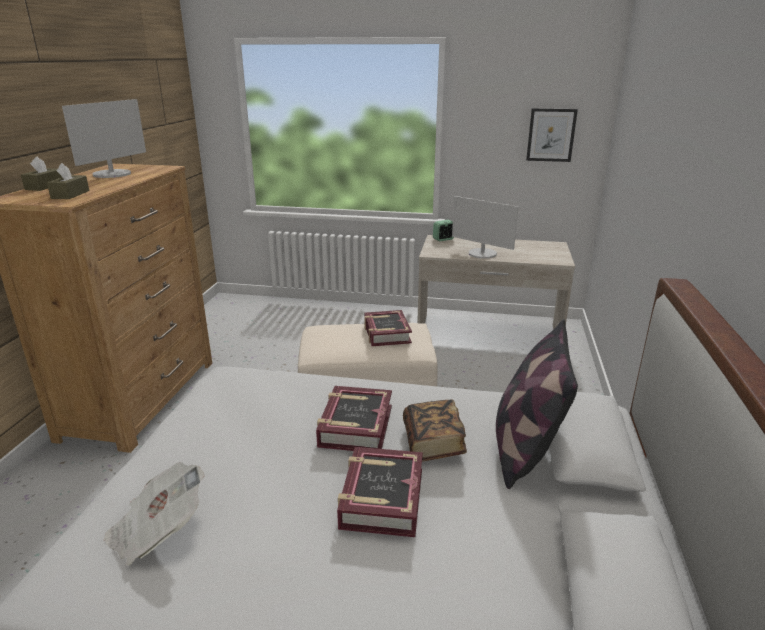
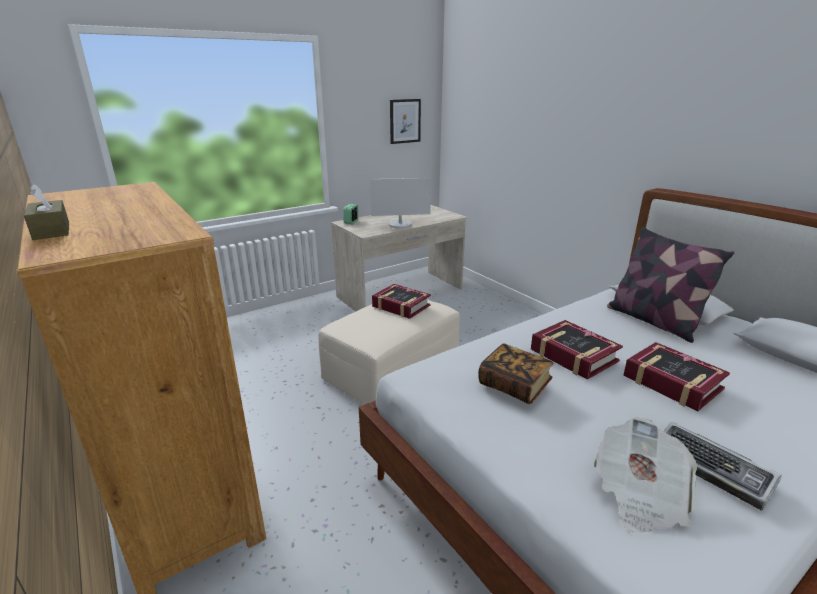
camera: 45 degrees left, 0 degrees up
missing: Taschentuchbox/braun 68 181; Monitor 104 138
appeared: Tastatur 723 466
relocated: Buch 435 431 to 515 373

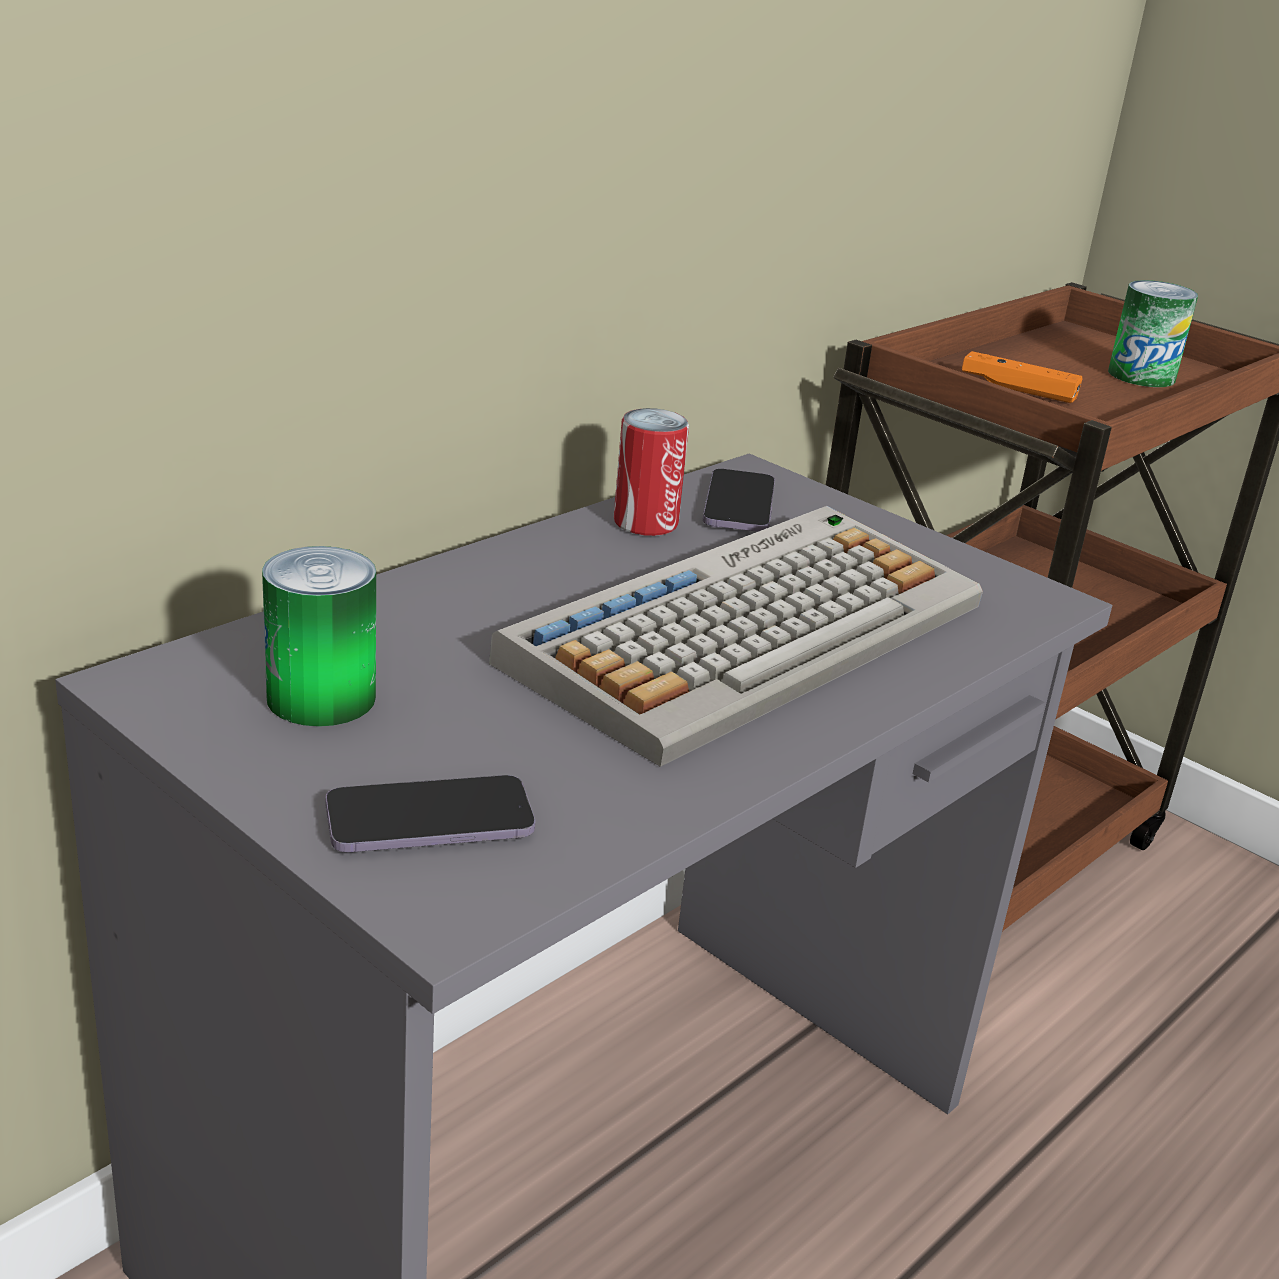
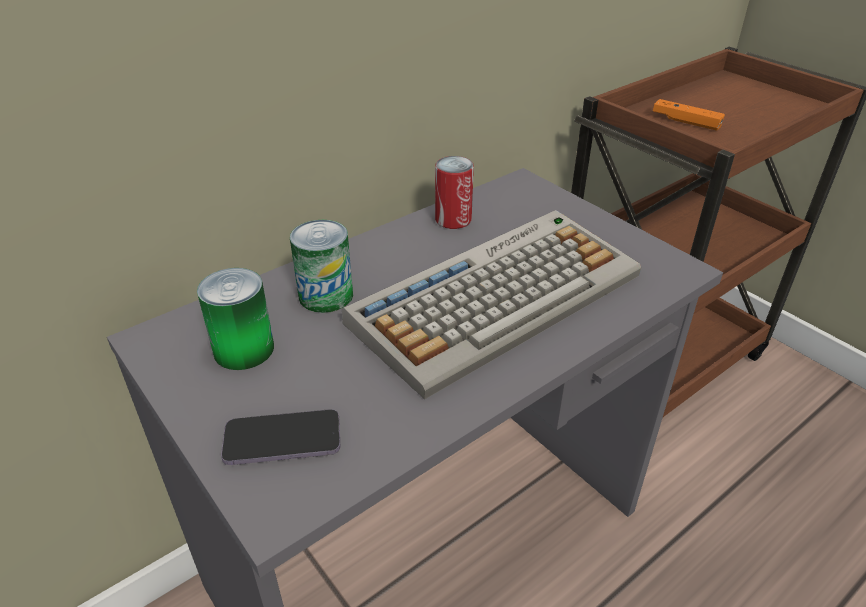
camera: 10 degrees right, 10 degrees up
missing: Handy 739 500
relocated: Dose 1153 333 to 321 266

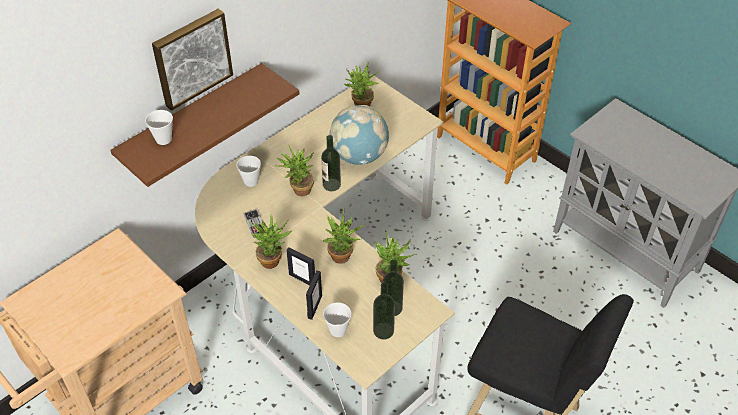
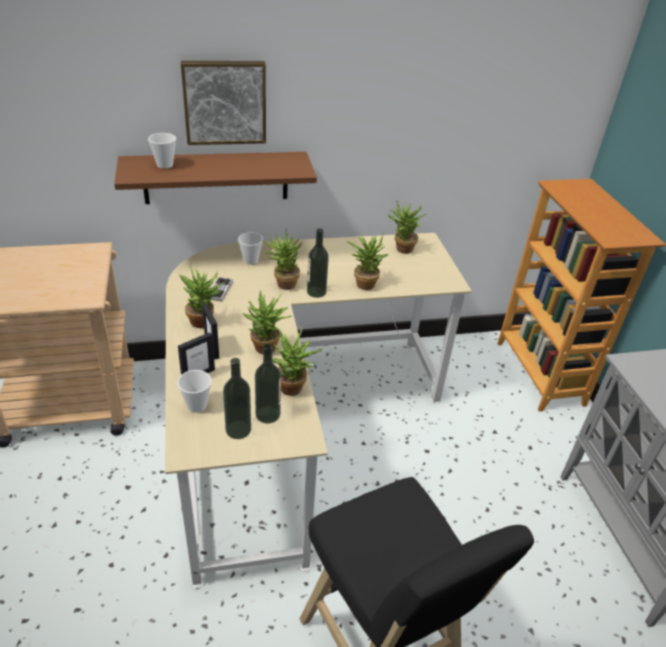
camera: 30 degrees right, 10 degrees down
exchanged: Globus 359 135 to Topfpflanze 367 261

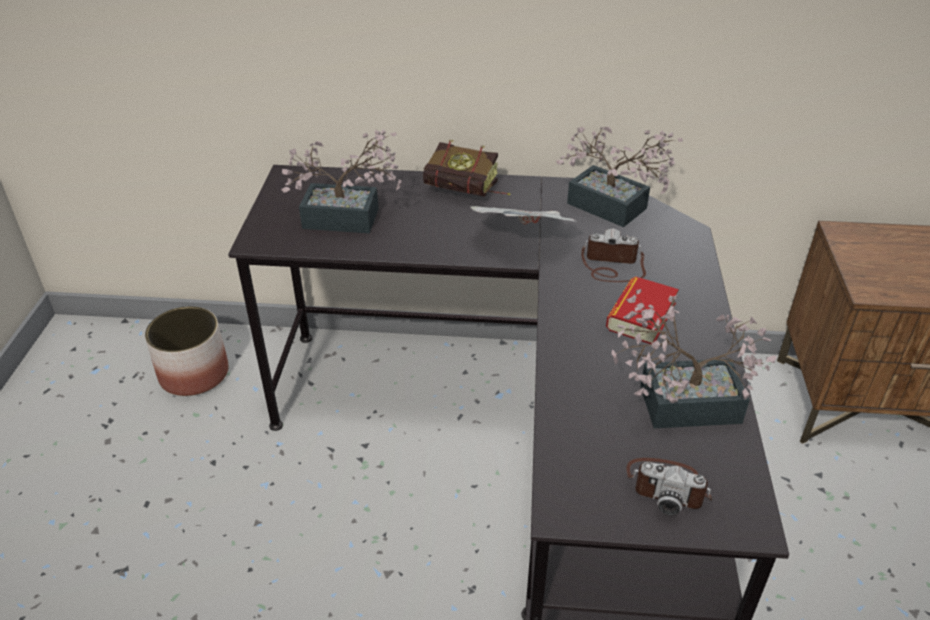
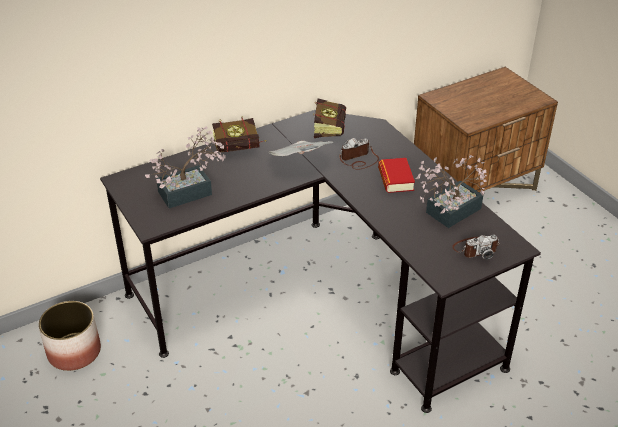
camera: 35 degrees left, 0 degrees up
exchanged: Topfpflanze 619 177 to Buch 329 118

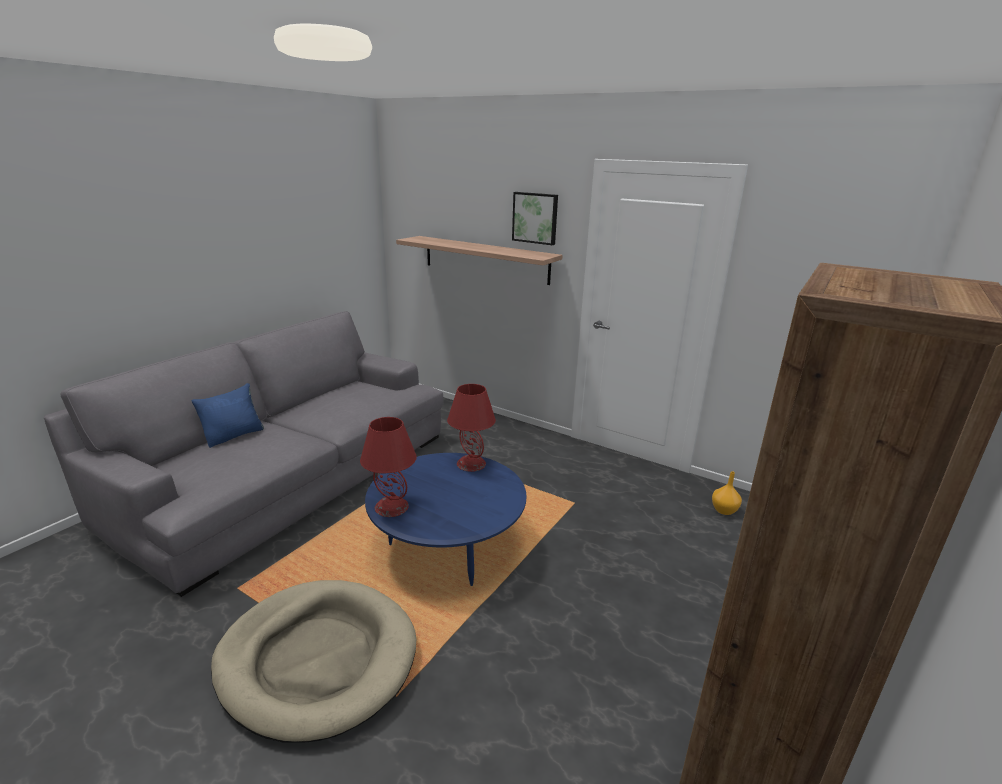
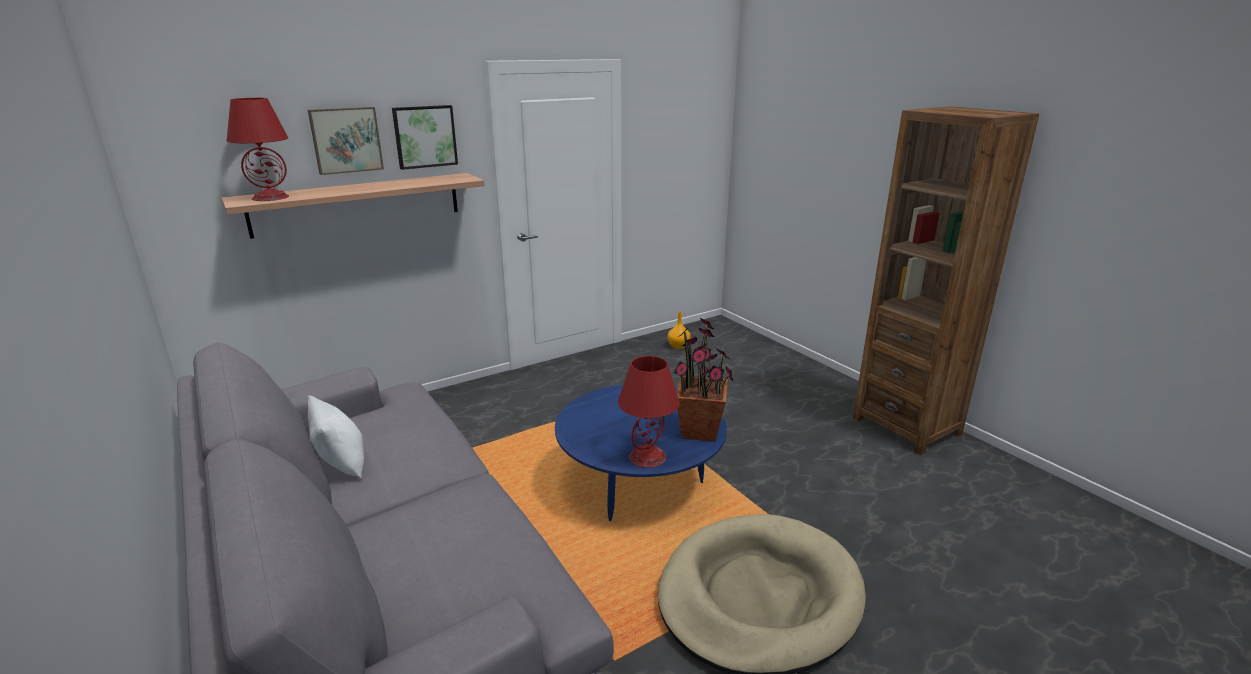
camera: 65 degrees left, 0 degrees up
missing: Kissen/blau 228 415
appeared: Bild 346 141; Kissen/weiß 336 436; Topfpflanze 703 380
relocated: Tischlampe/rot 471 428 to 258 149

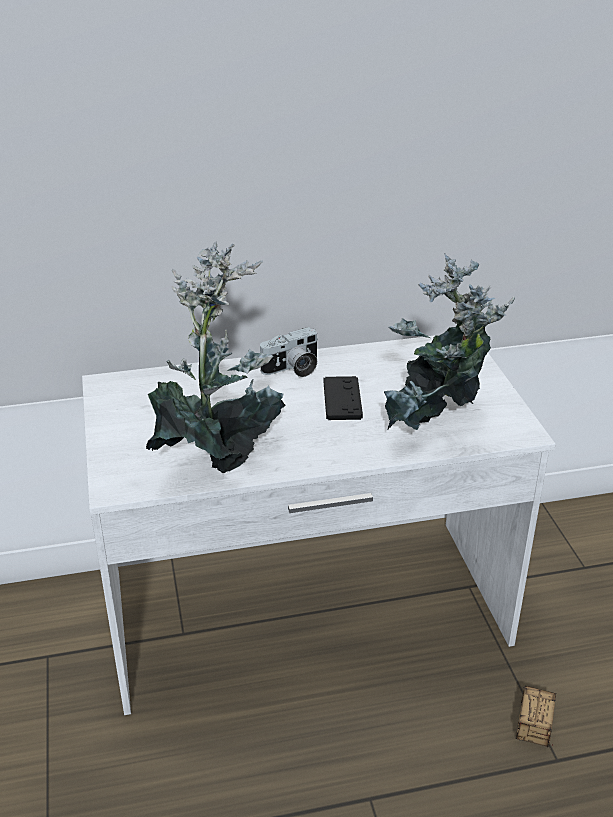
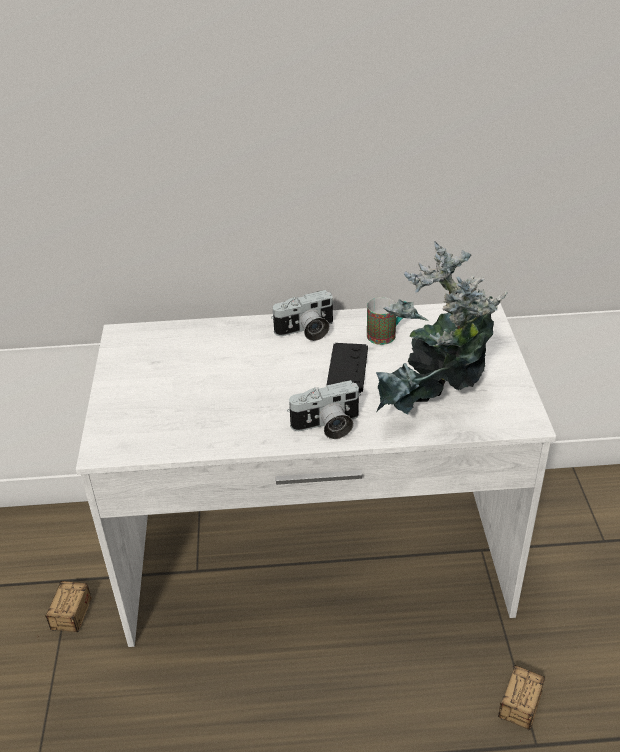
camera: 10 degrees right, 5 degrees up
missing: Topfpflanze 216 357
appeared: Aufbewahrungsbox 65 608; Kamera 324 409; Henkelbecher 386 321

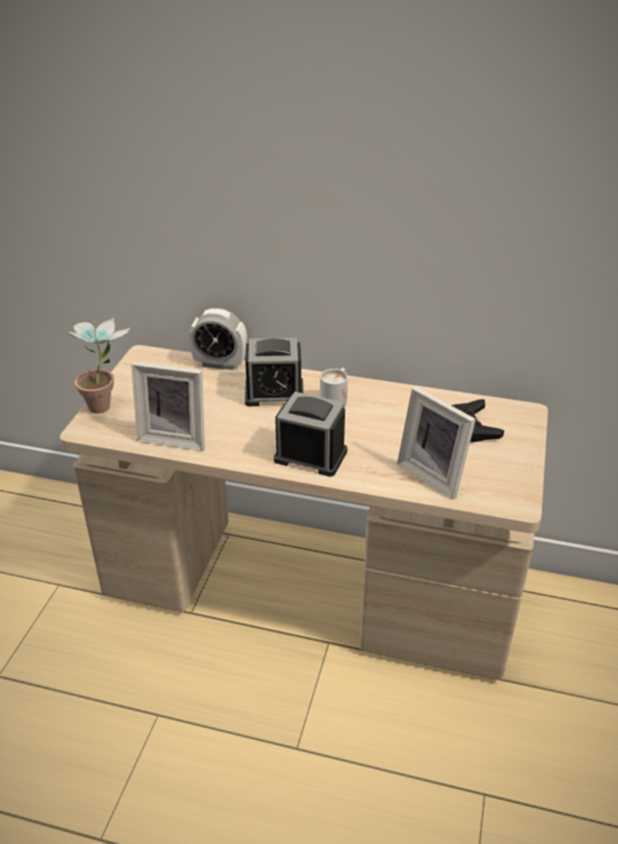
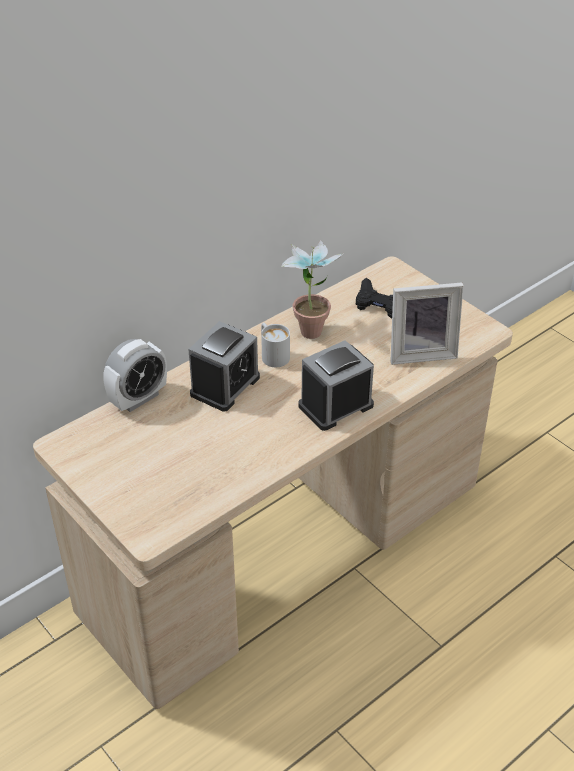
camera: 55 degrees left, 5 degrees up
missing: Bilderrahmen 168 406
relocated: Topfpflanze 99 366 to 312 289

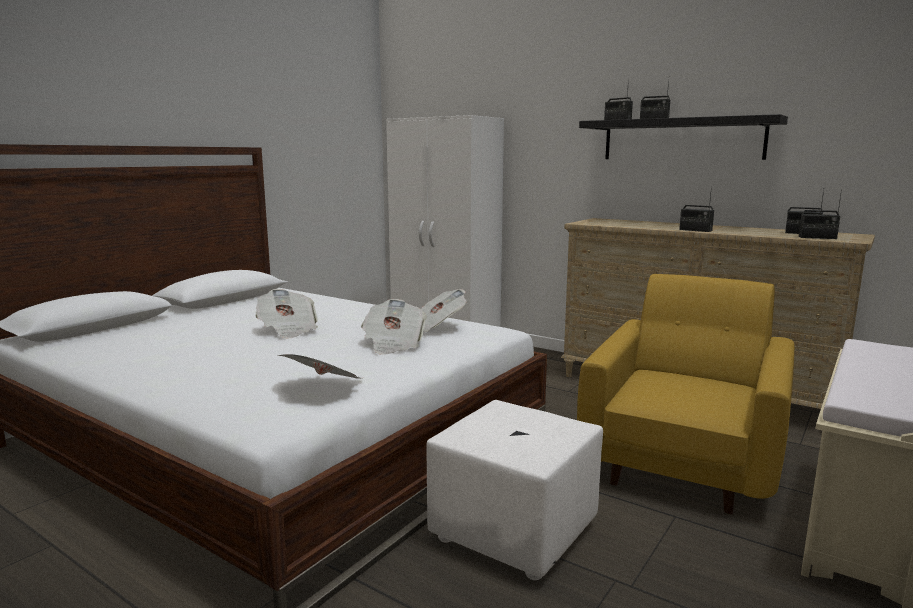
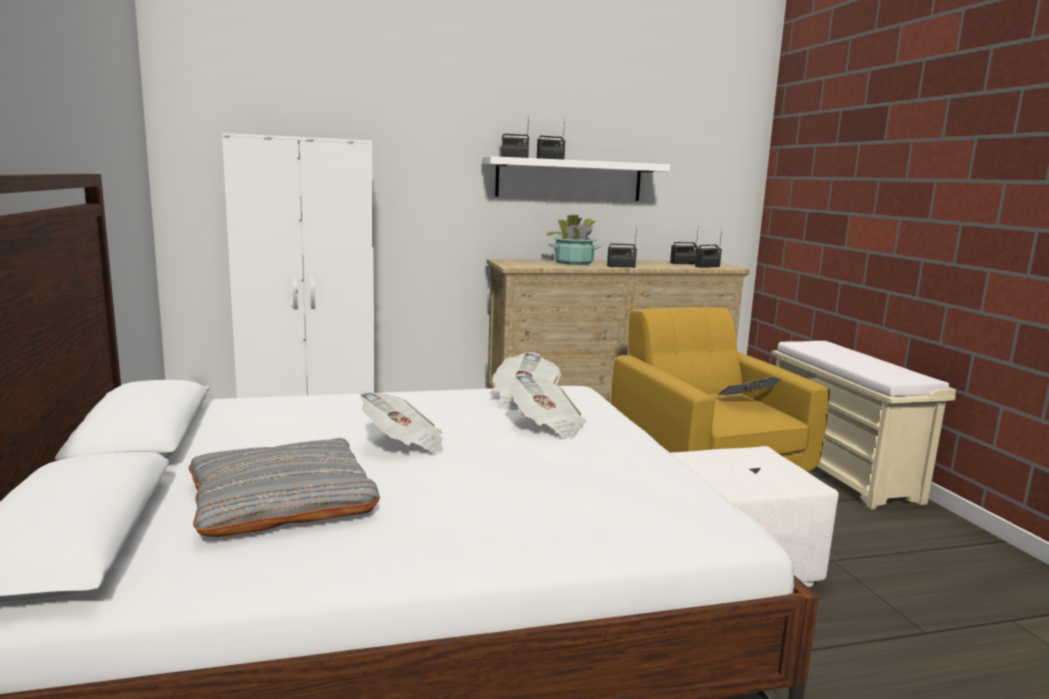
camera: 50 degrees left, 0 degrees up
appeared: Kissen/grau 284 487; Topfpflanze 573 240
relocated: Zeitung 318 366 to 749 386
colour: Wandregal/schwarz 683 137 to Wandregal/weiß 576 178

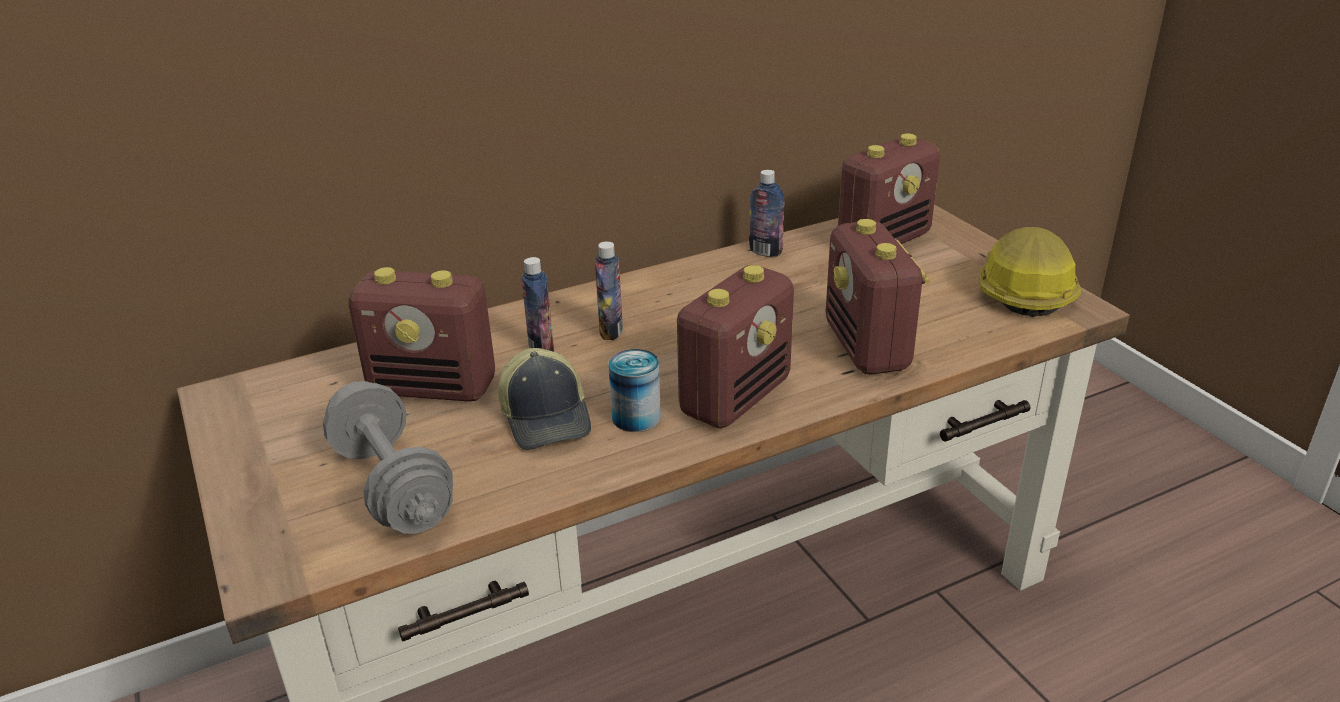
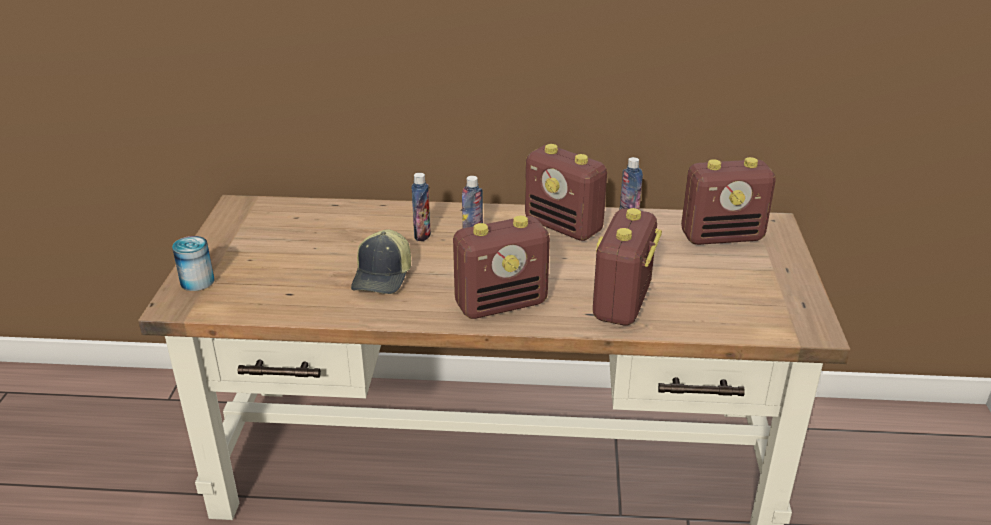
camera: 30 degrees right, 0 degrees up
missing: Hantel/grau 388 457; Schutzhelm 1030 272
relocated: Radio 421 334 to 566 192; Dose 634 390 to 193 263

